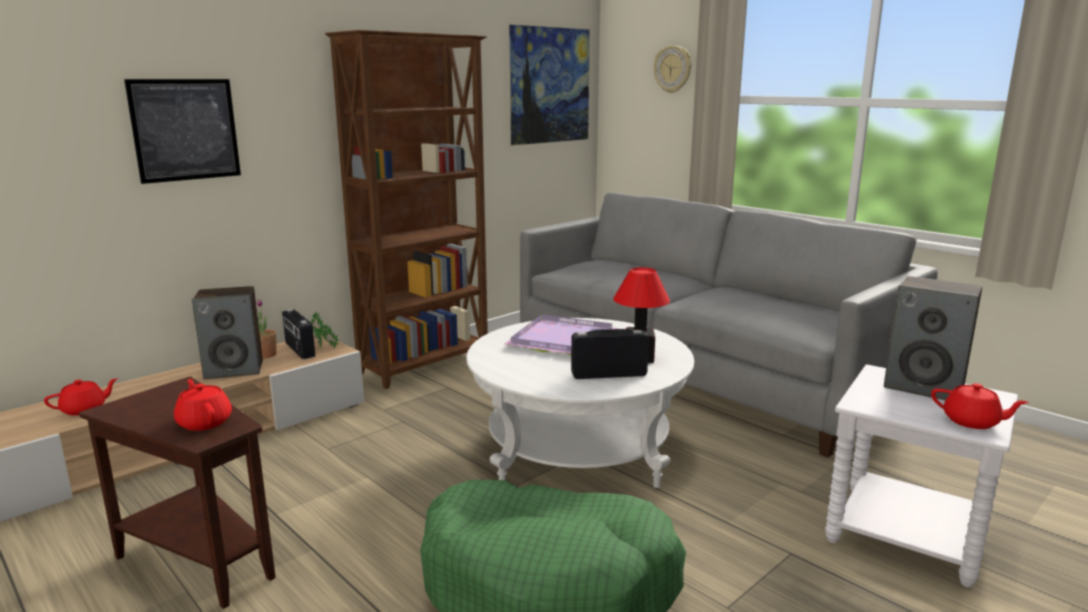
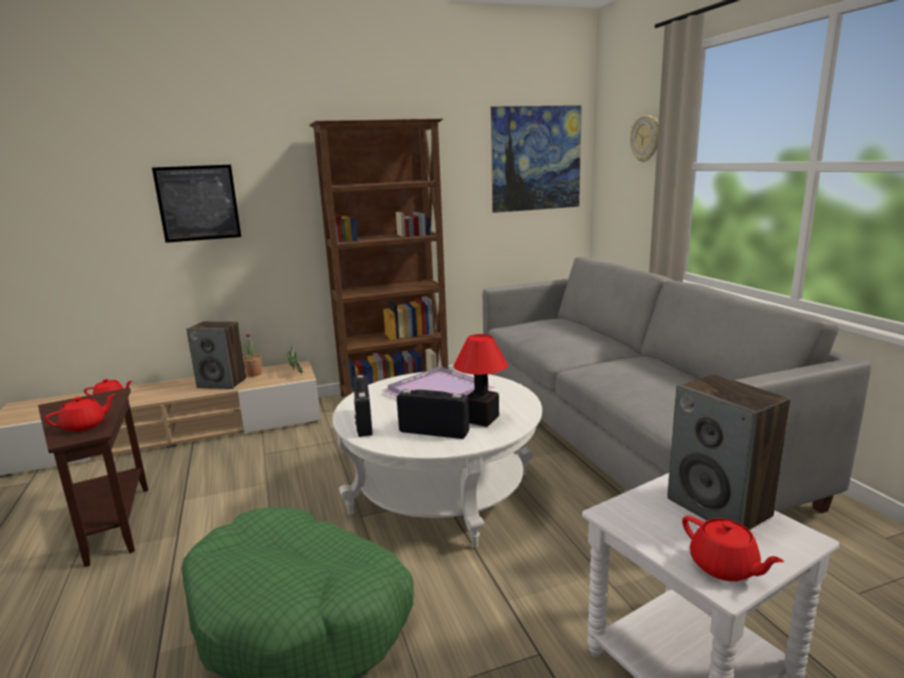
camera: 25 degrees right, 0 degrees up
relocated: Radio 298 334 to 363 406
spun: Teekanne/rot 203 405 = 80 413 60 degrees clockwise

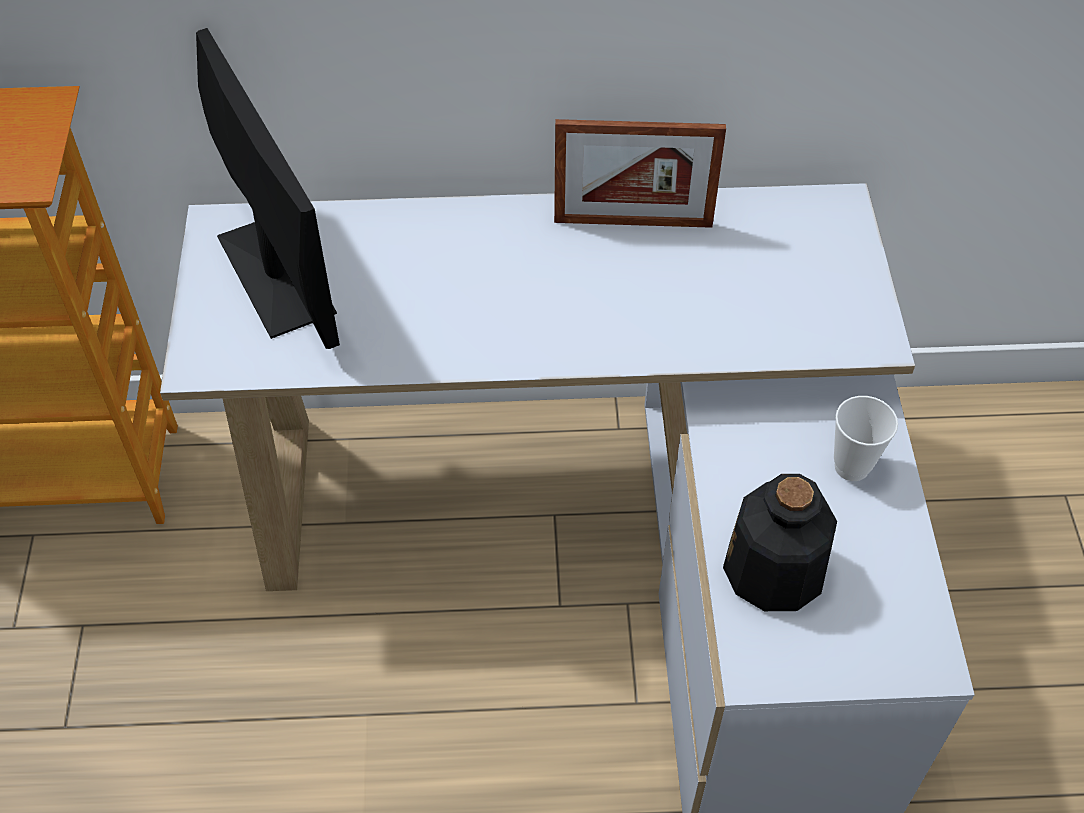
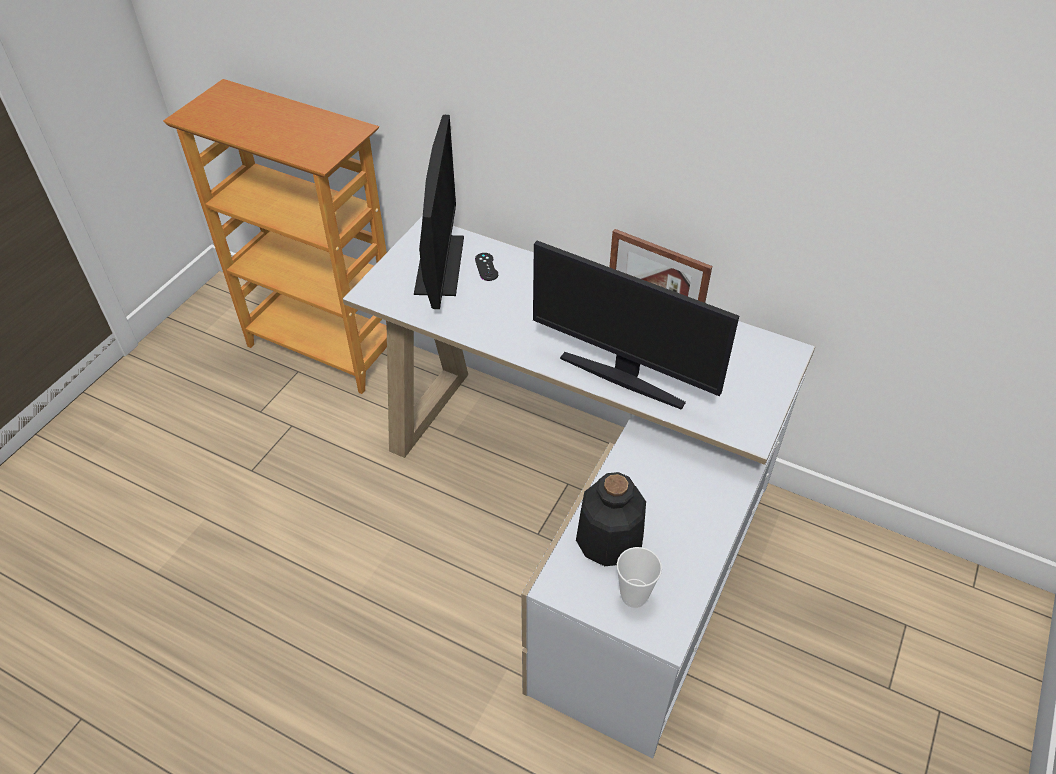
camera: 30 degrees right, 5 degrees down
appeared: Gamepad/schwarz 486 267; Monitor 636 325
relocated: Tasse 866 438 to 639 577

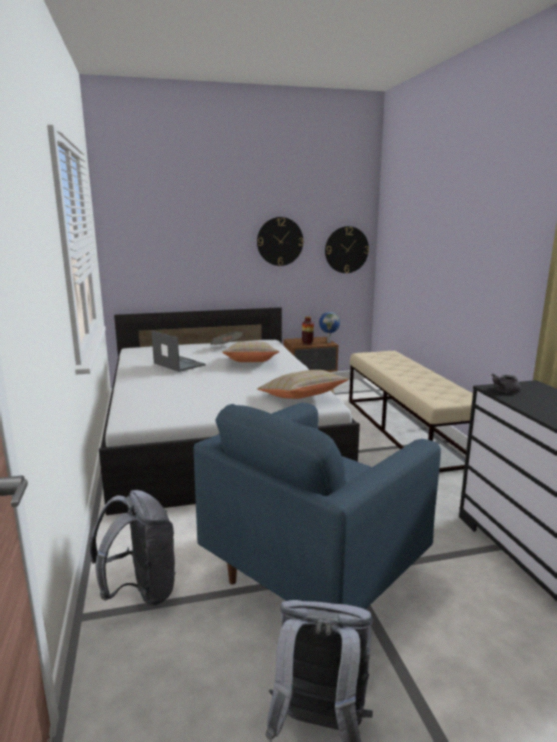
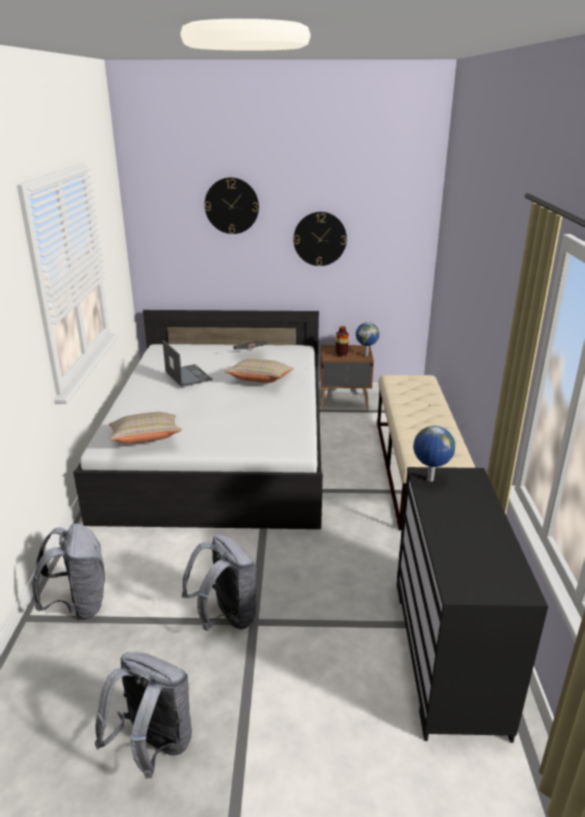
camera: 15 degrees right, 10 degrees up
relocated: Kissen/beige 303 384 to 145 428; Wanduhr 347 249 to 232 205
exchanged: Sessel/blau 317 506 to Rucksack/grau 219 583; Teekanne/grau 506 383 to Globus 434 454

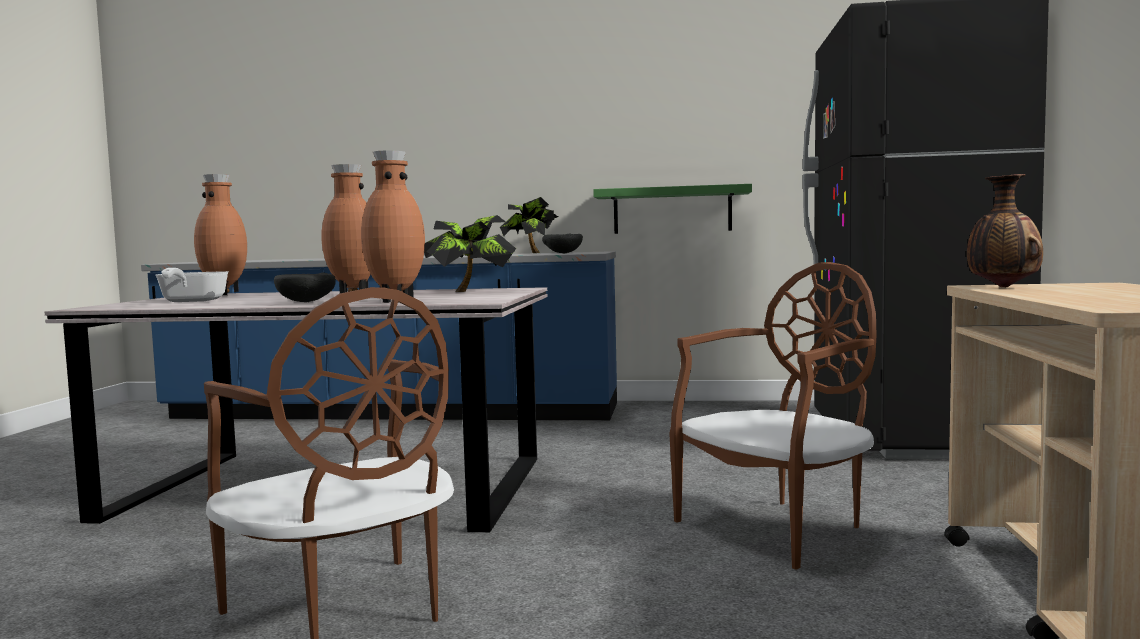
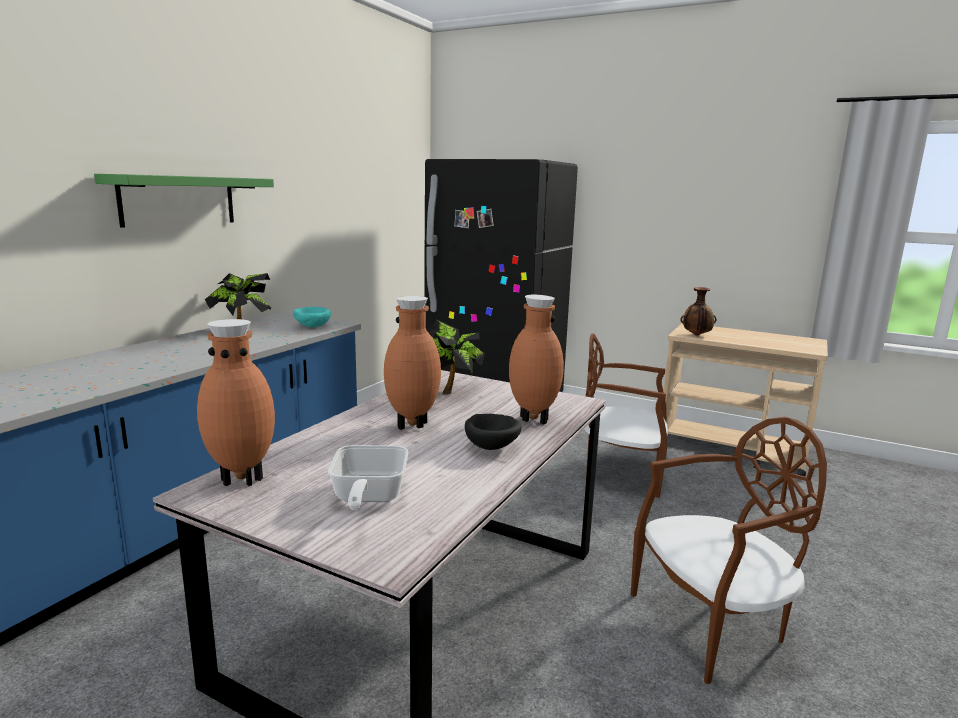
camera: 70 degrees left, 10 degrees up
relocated: Wandregal/grün 672 209 to 184 201
colour: Schüssel/schwarz 562 243 to Schüssel/türkis 312 317
spun: Pfanne 192 285 = 368 477 75 degrees clockwise; Stuhl/braun 773 415 = 626 415 60 degrees counterclockwise

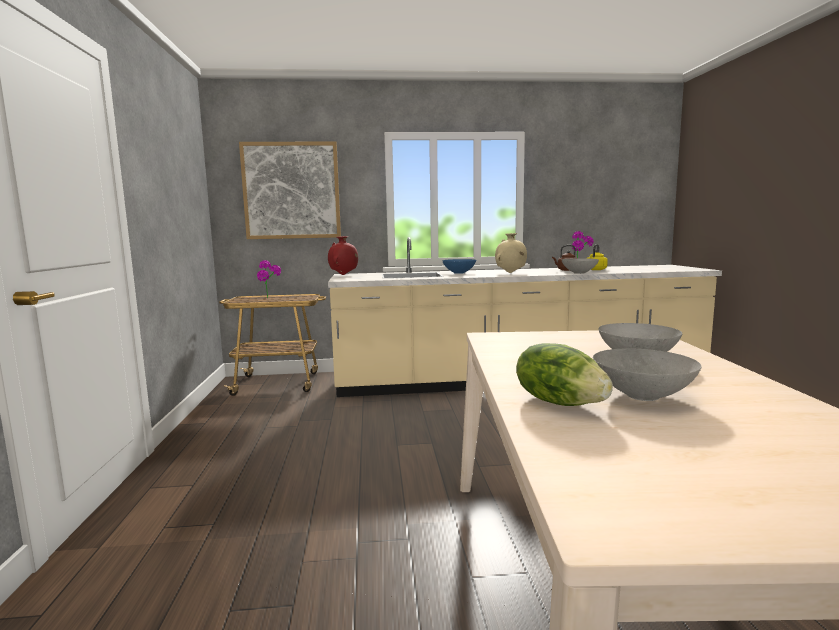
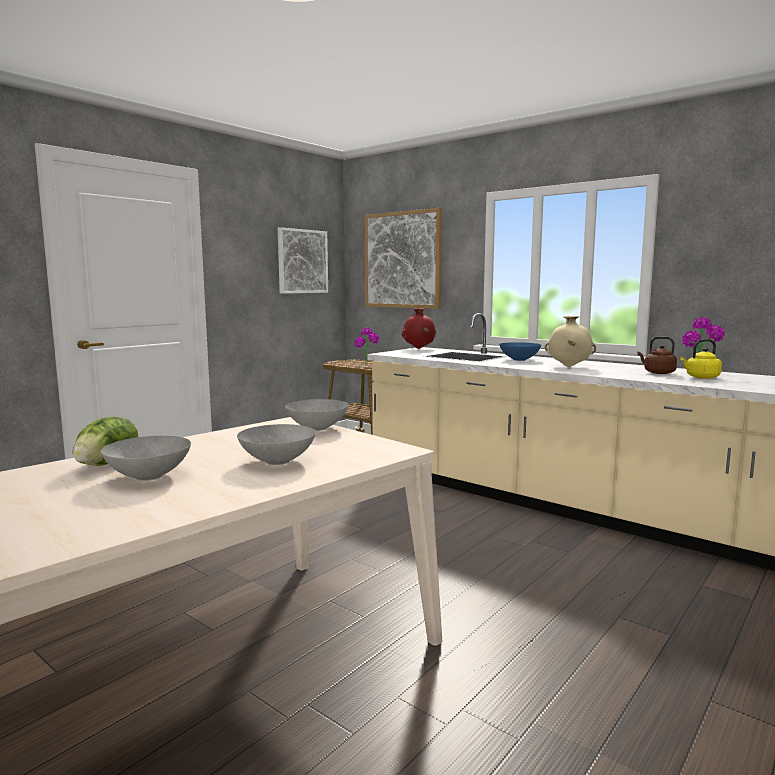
camera: 45 degrees right, 0 degrees up
appeared: Bild 303 260
relocated: Schüssel/grau 580 266 to 317 415

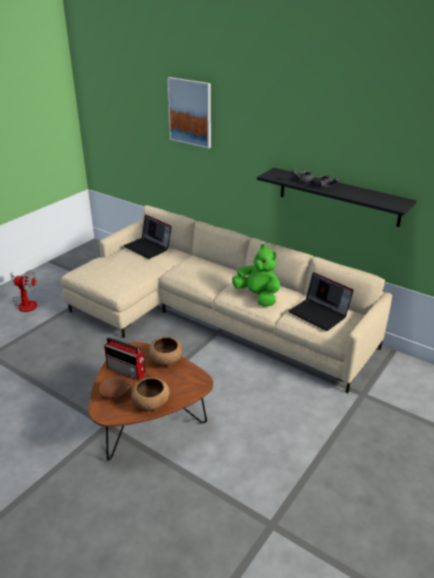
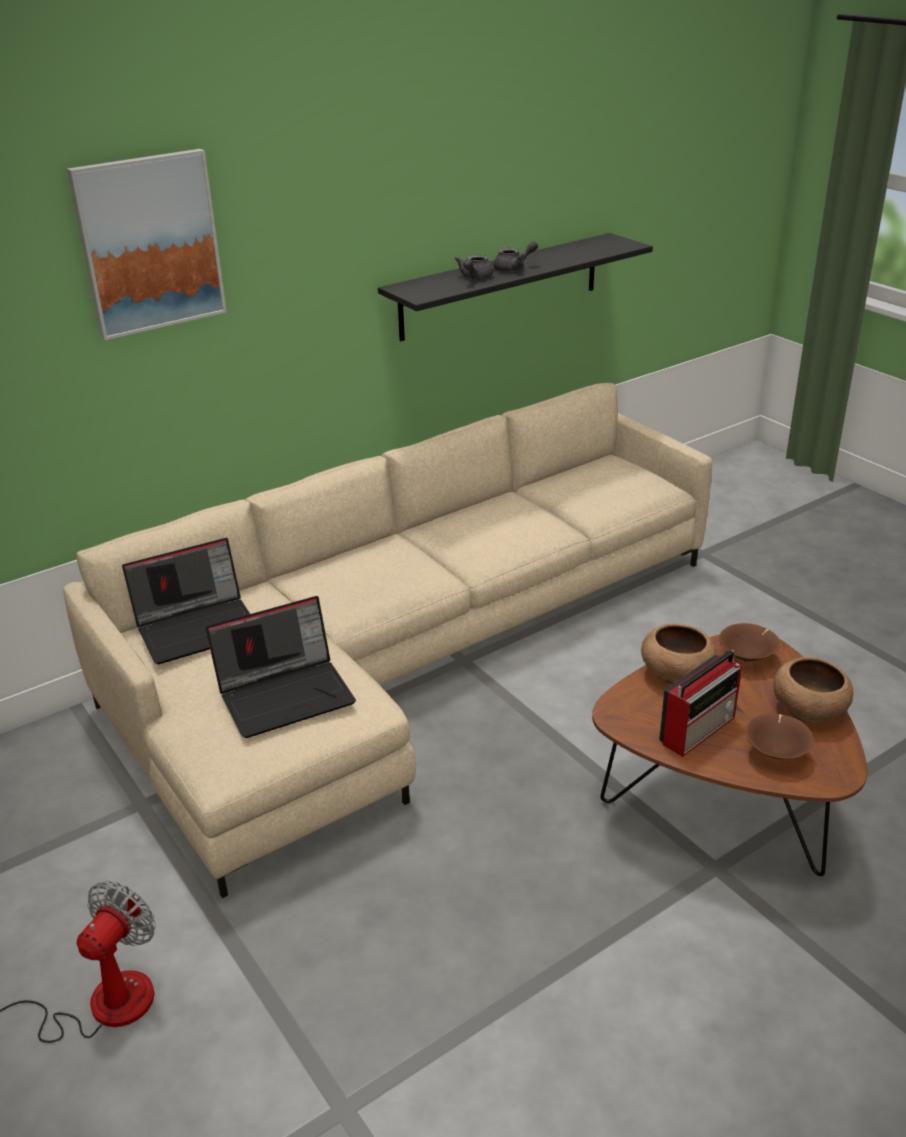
camera: 70 degrees left, 0 degrees up
missing: Plüschtier/grün 256 275
appeared: Schüssel/braun 749 642
relocated: Laptop 321 301 to 281 667

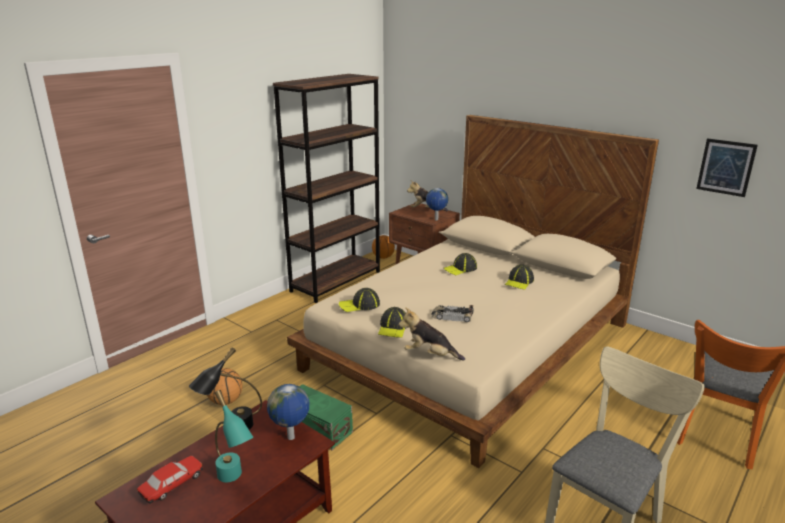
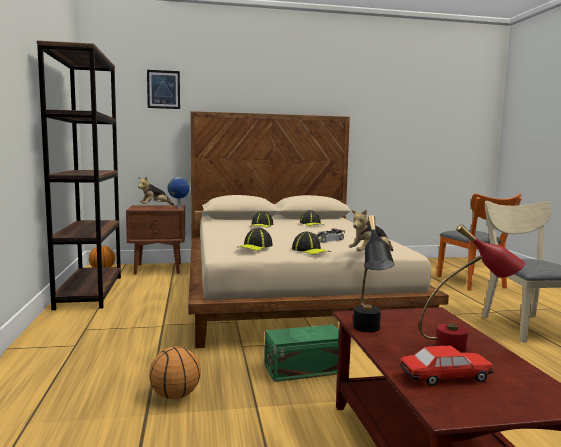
camera: 50 degrees left, 15 degrees down
missing: Globus 288 412
relocated: Bild 727 167 to 163 89
colour: Tischlampe/türkis 234 436 to Tischlampe/rot 472 288
spun: Spielzeugauto 170 480 = 446 366 90 degrees clockwise

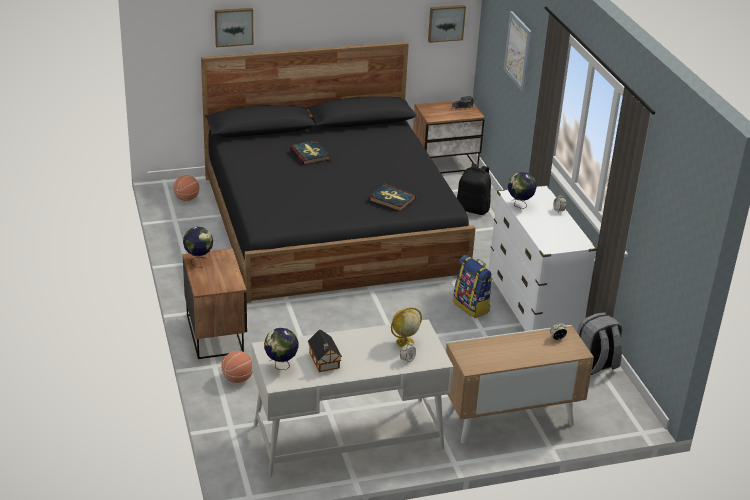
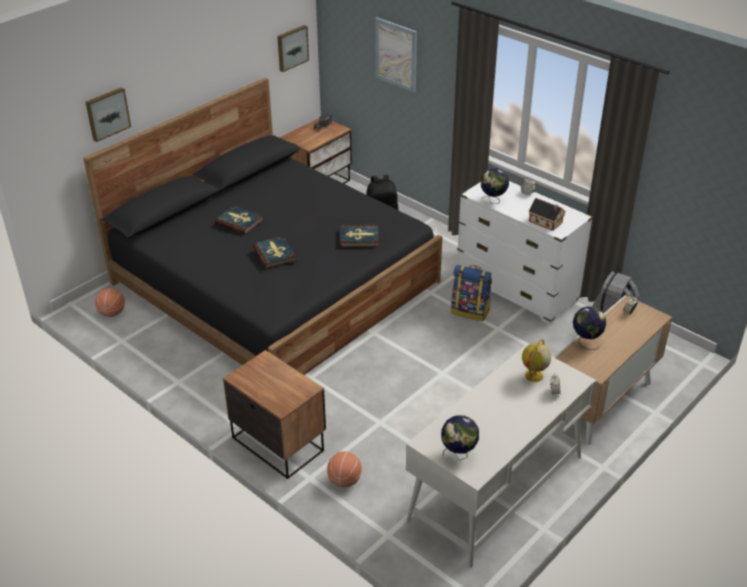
camera: 30 degrees left, 5 degrees up
appeared: Buch 275 252
relocated: Globus 198 247 to 589 328; Spielzeughaus 325 351 to 547 214

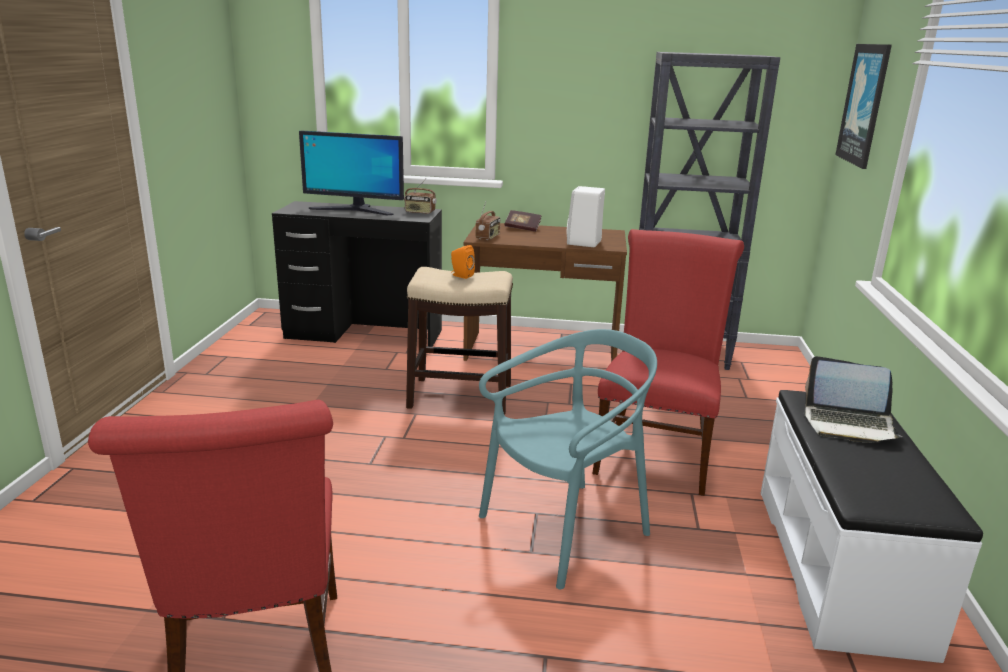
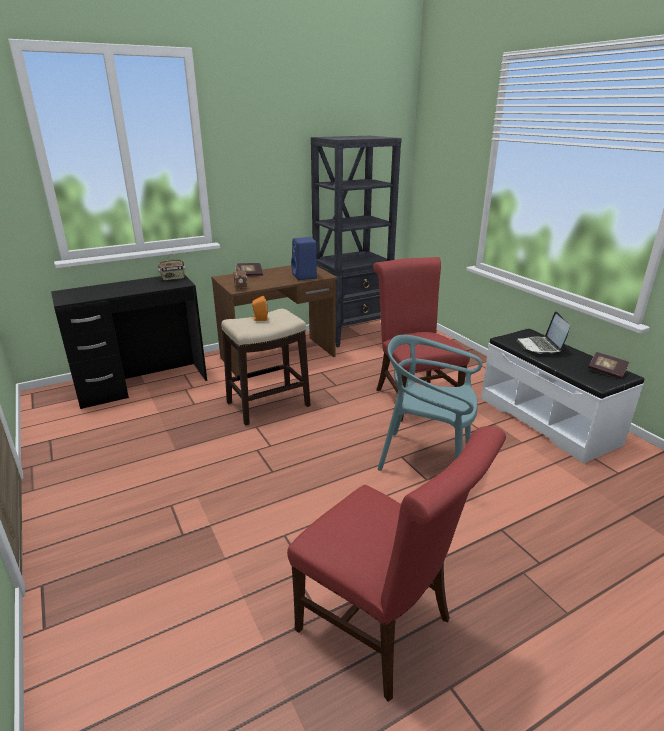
camera: 35 degrees left, 5 degrees up
missing: Monitor 351 173; Bild 863 106
appeared: Buch 609 365
colour: Lautsprecher/weiß 586 216 to Lautsprecher/blau 304 258
spun: Stuhl/türkis 568 459 = 430 403 90 degrees counterclockwise; Laptop 853 399 = 543 332 105 degrees clockwise

